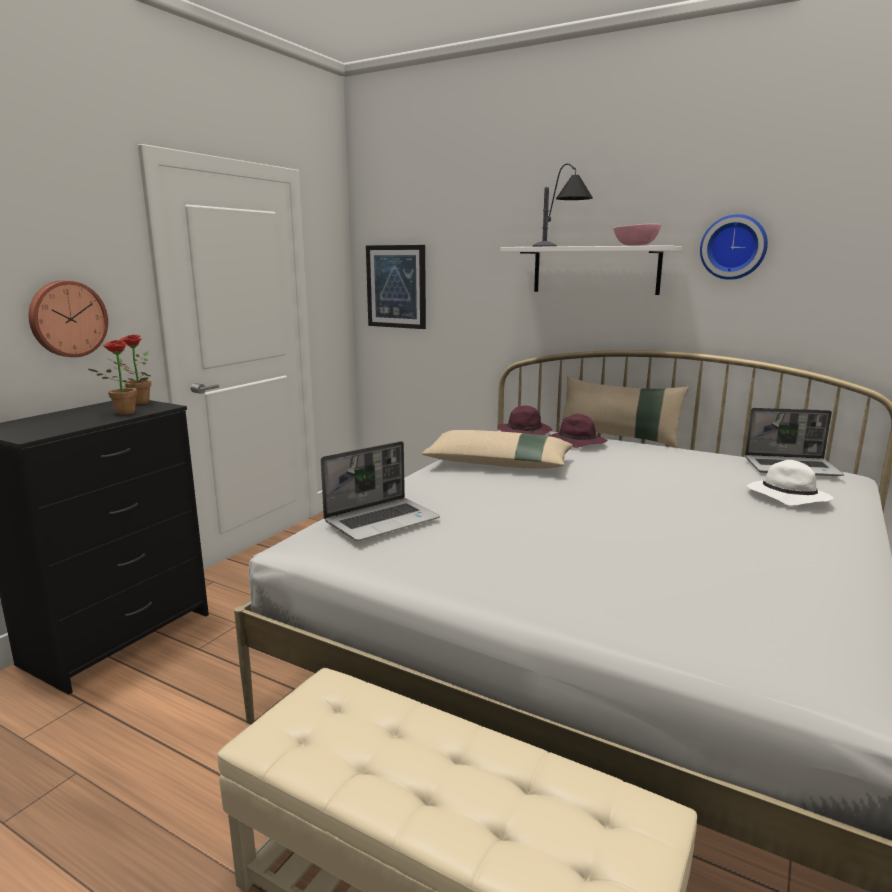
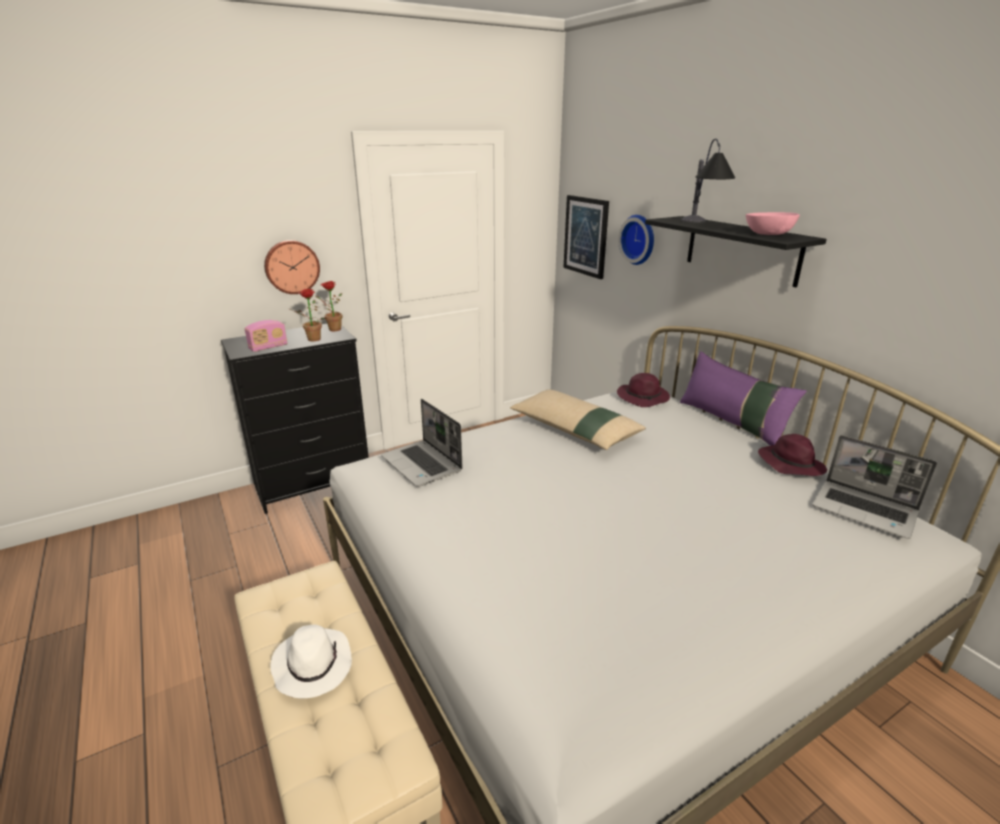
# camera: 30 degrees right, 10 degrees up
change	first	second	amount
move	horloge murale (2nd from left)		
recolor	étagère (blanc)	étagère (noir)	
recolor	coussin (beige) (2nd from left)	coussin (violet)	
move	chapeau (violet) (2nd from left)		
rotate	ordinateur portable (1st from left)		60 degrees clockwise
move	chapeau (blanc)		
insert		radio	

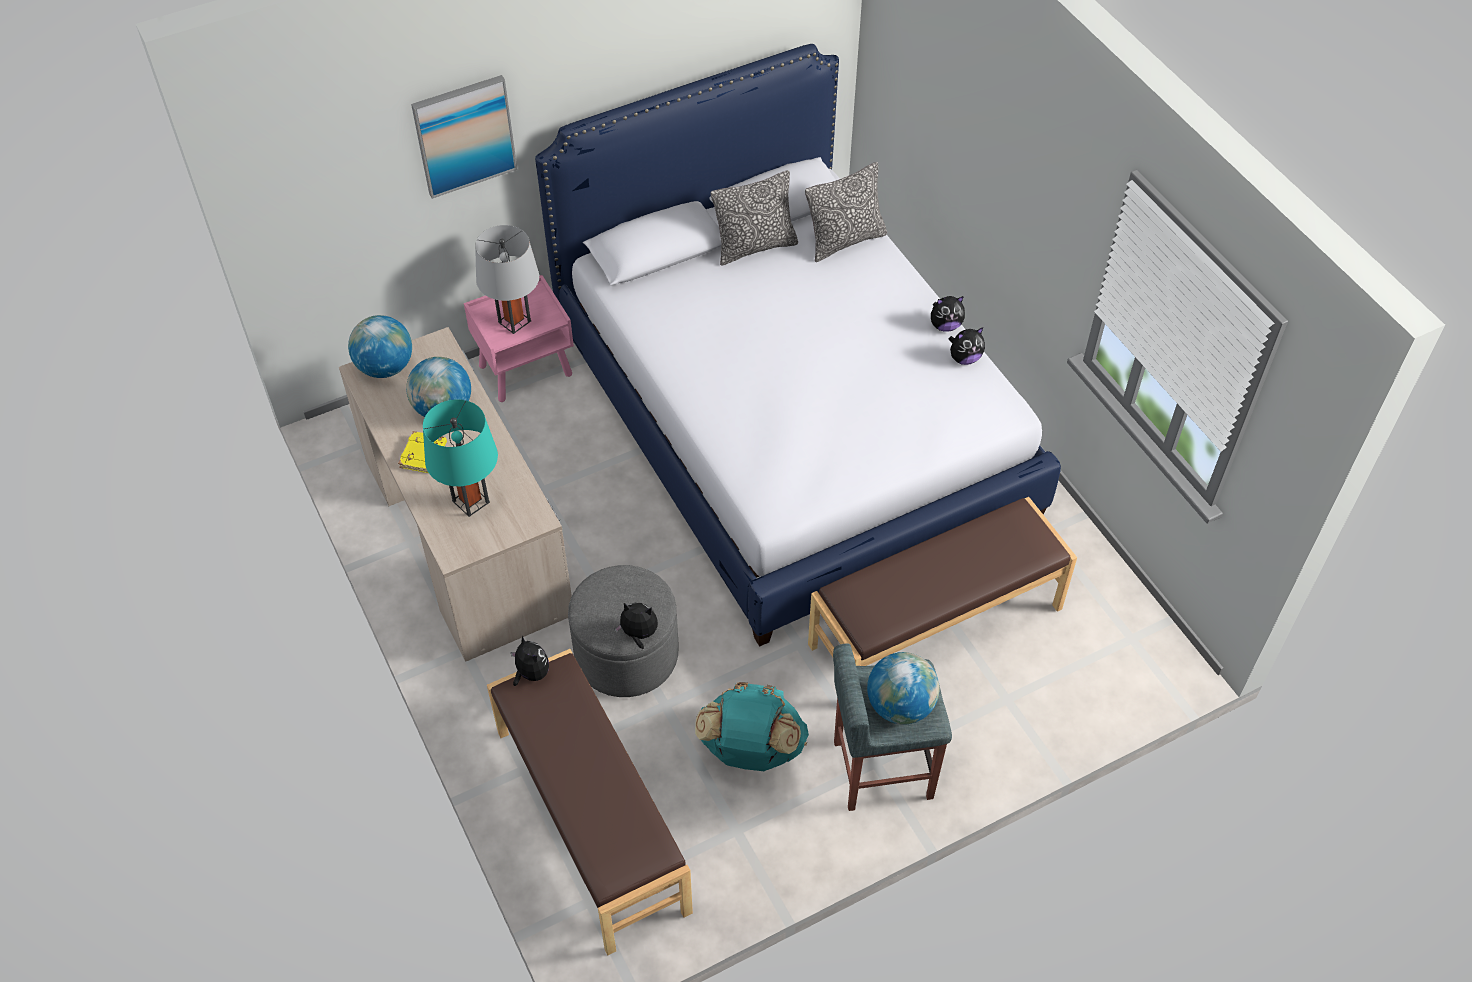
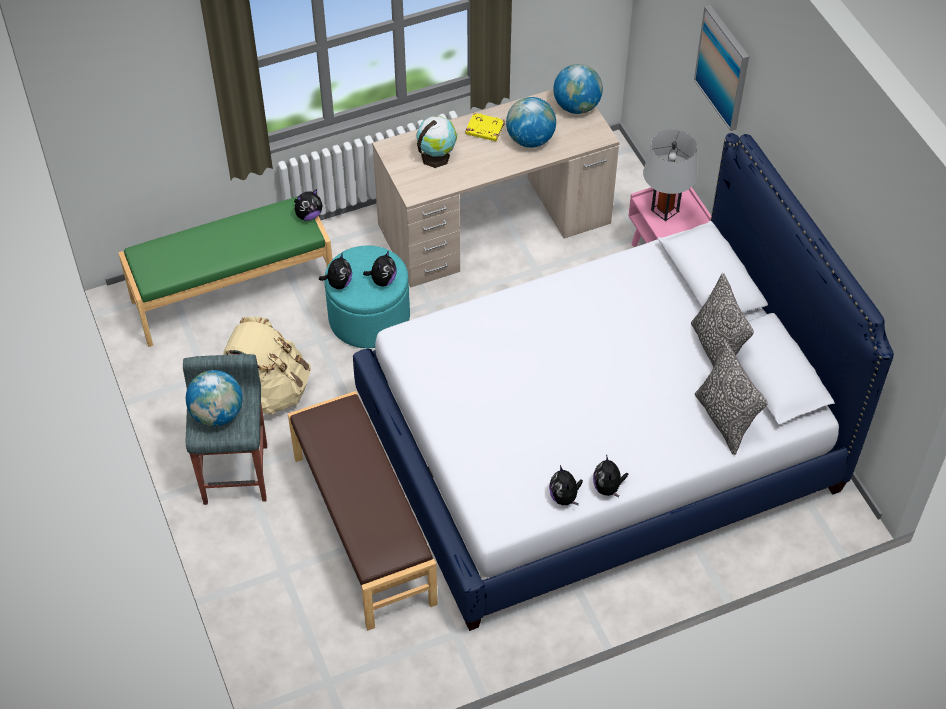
# camera: 95 degrees right, 0 degrees up
change	first	second	amount
replace	lampe de table (turquoise)	globe (2nd from left)	
recolor	pouf (gris)	pouf (turquoise)	
recolor	banc (marron) (1st from left)	banc (vert)	
recolor	sac à dos (turquoise)	sac à dos (beige)	
insert		peluche (3rd from left)	

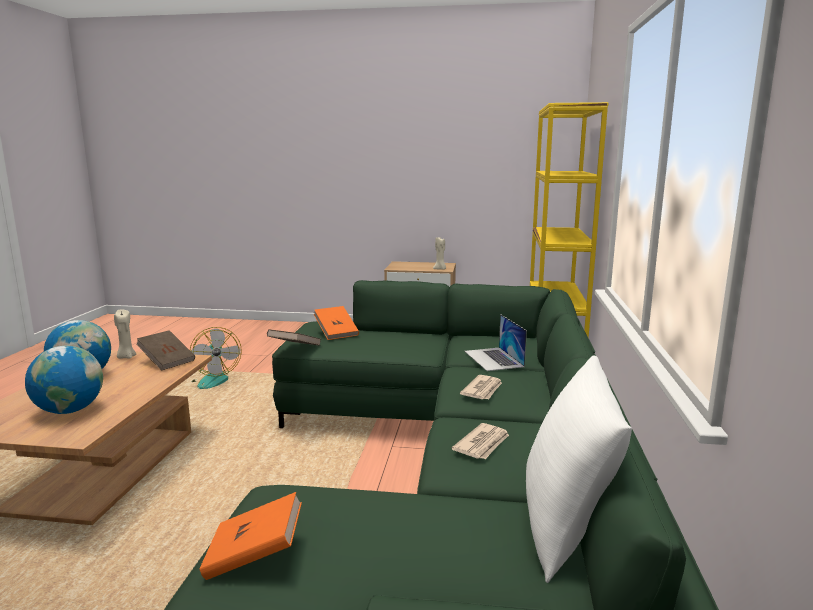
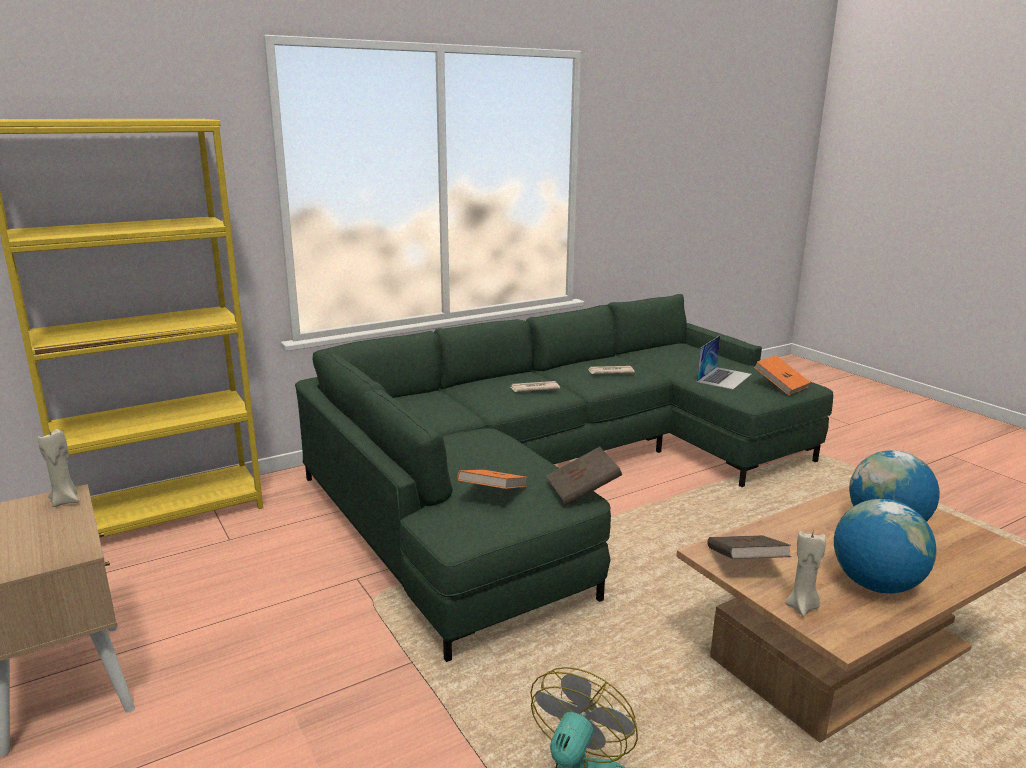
# camera: 130 degrees left, 5 degrees up
change	first	second	amount
move	ordinateur portable		
delete	coussin (blanc)		

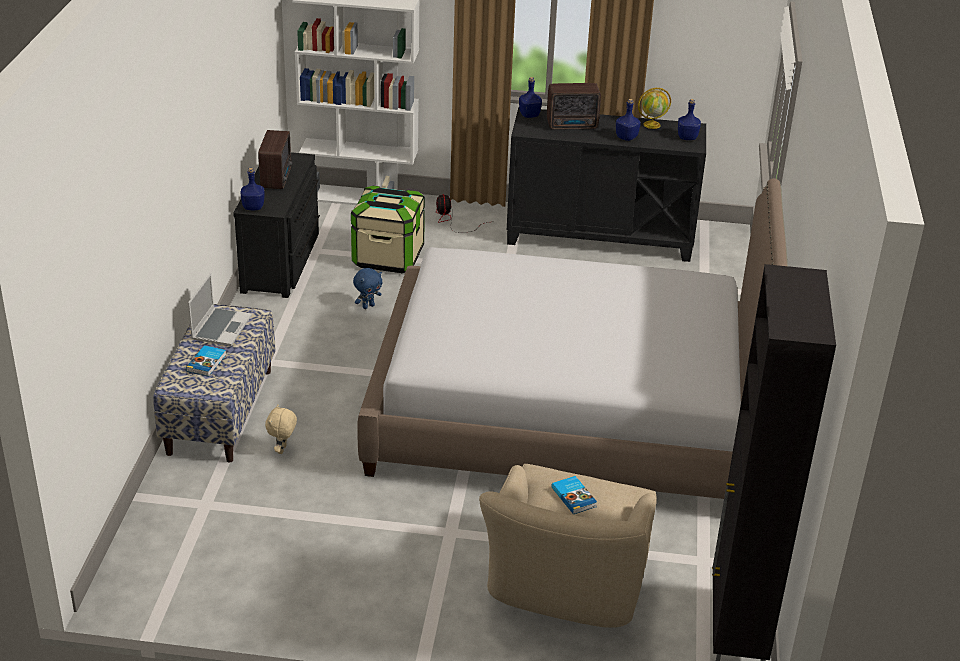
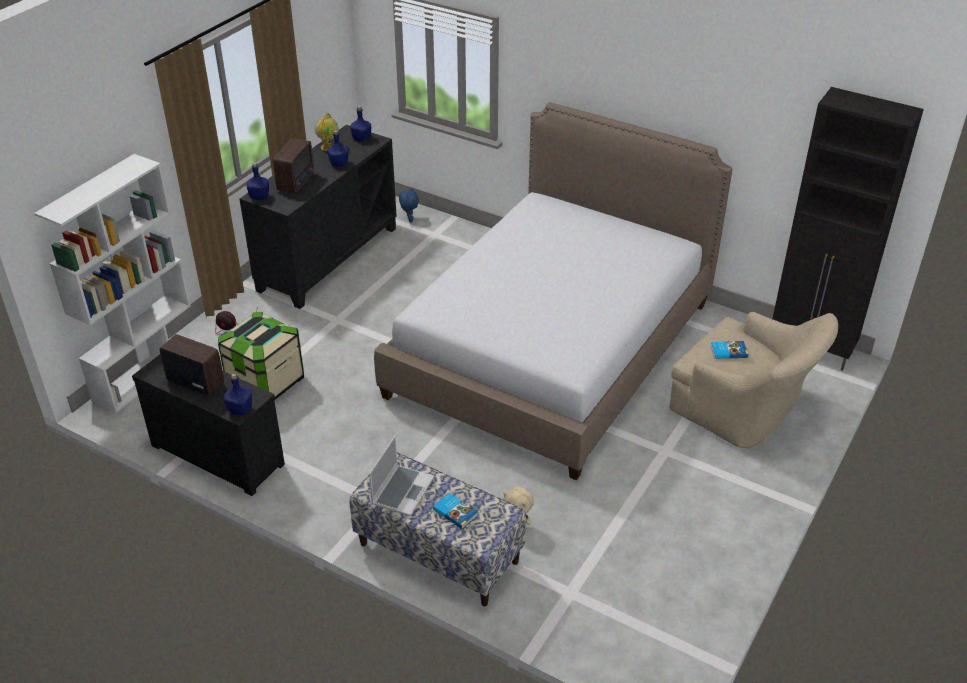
# camera: 65 degrees left, 5 degrees up
change	first	second	amount
move	peluche (bleu)		
rotate	ordinateur portable		75 degrees clockwise

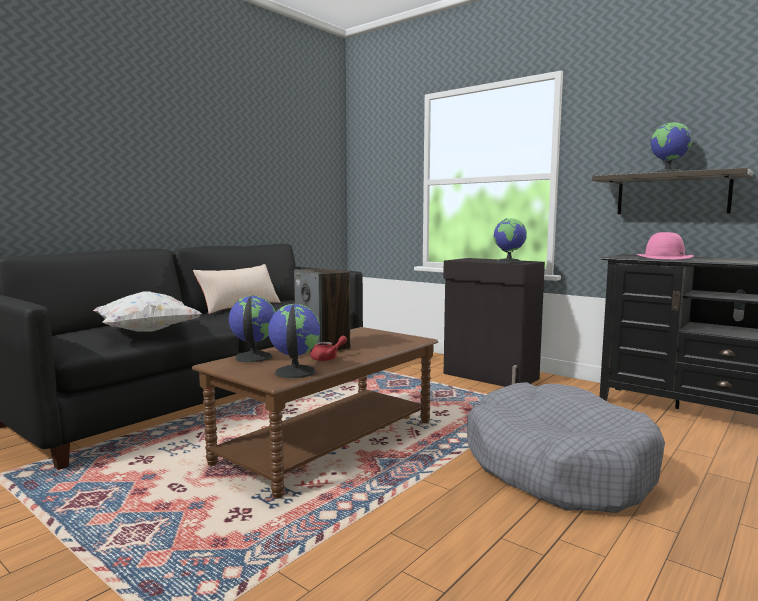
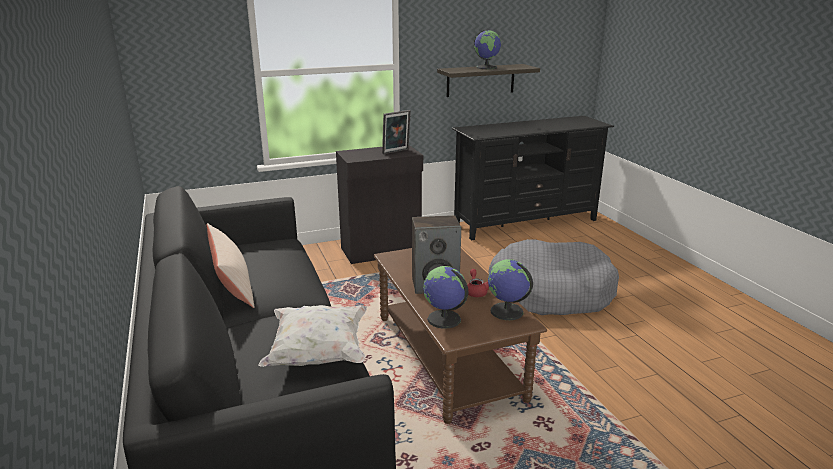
# camera: 60 degrees left, 15 degrees up
change	first	second	amount
replace	globe (3rd from left)	cadre photo	
delete	chapeau (rose)		

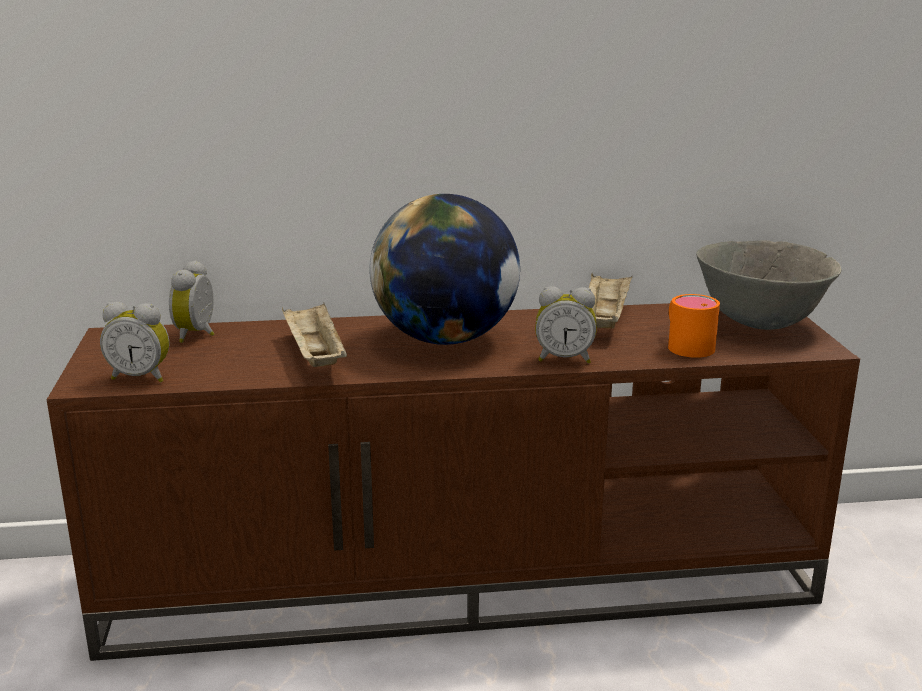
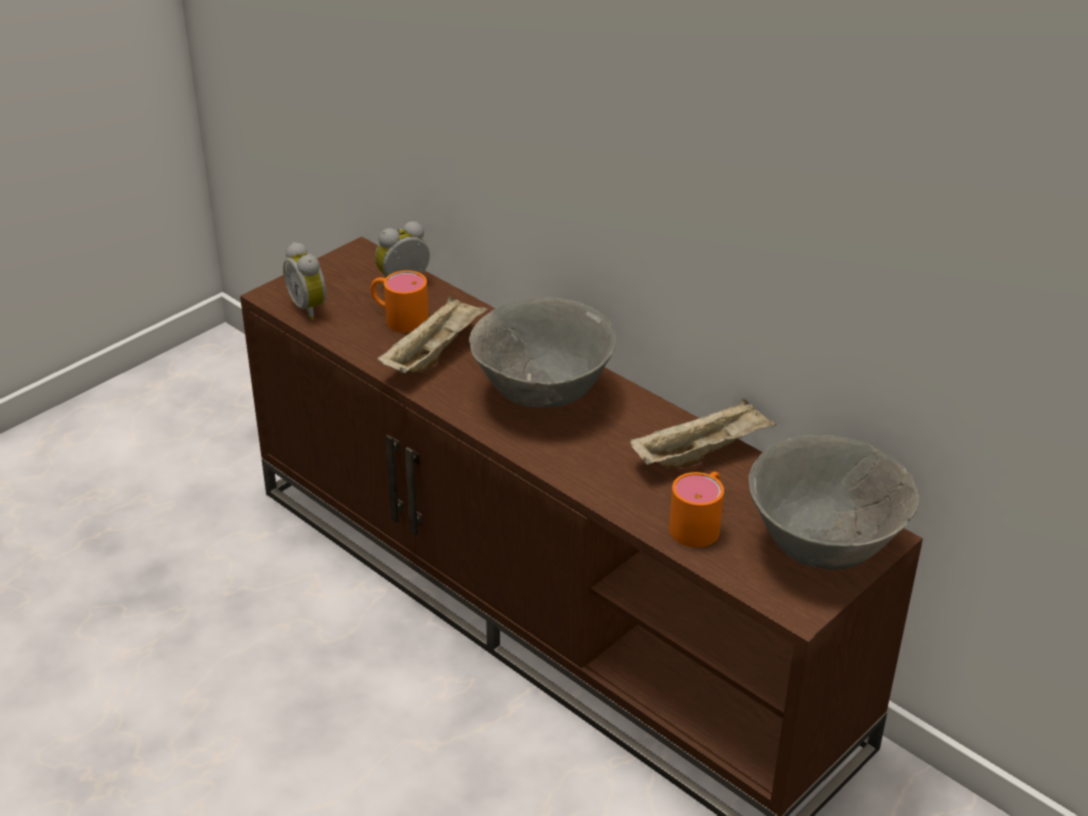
# camera: 50 degrees right, 15 degrees up
change	first	second	amount
replace	globe	bol (gris) (1st from left)	
delete	réveil (3rd from left)		
insert		mug (orange) (1st from left)	

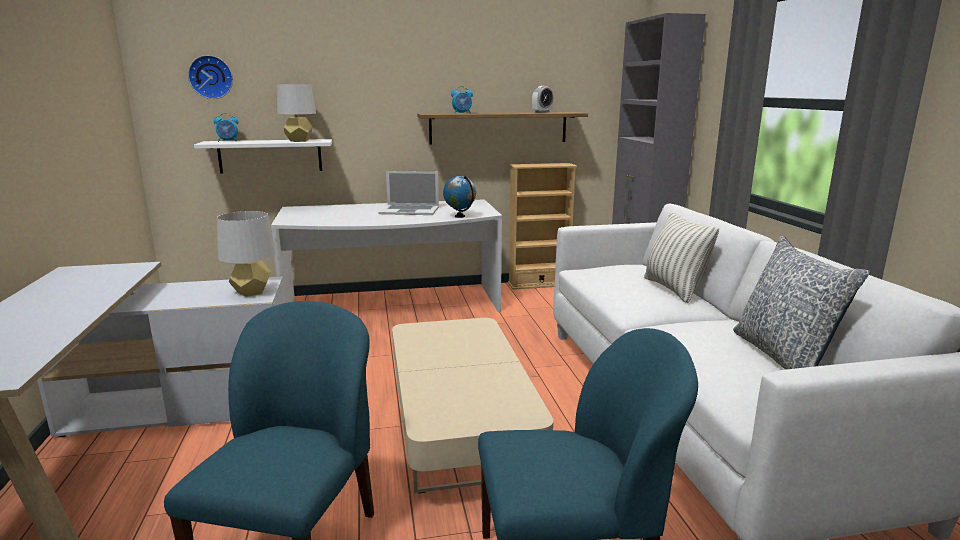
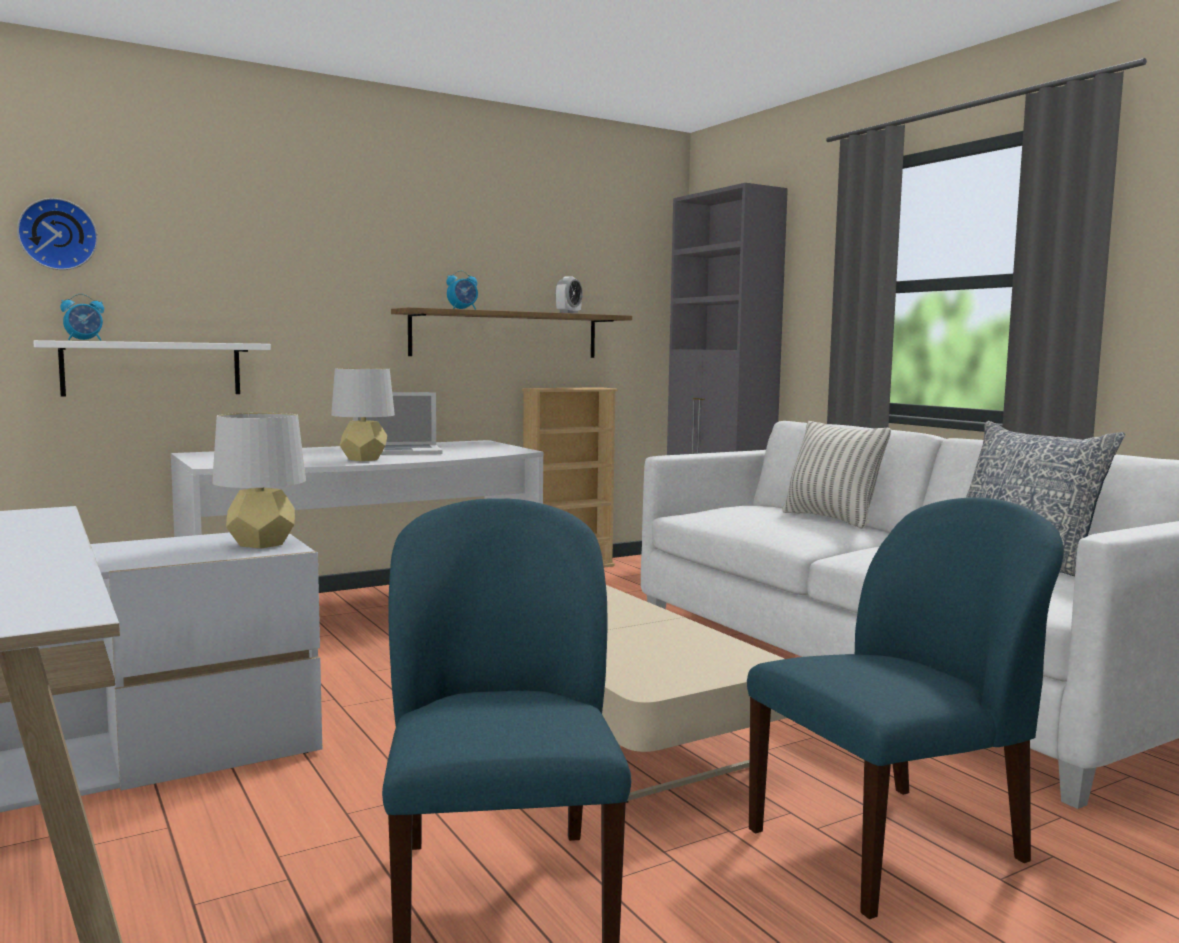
# camera: 20 degrees left, 10 degrees down
change	first	second	amount
move	lampe de table (gris) (2nd from left)		
delete	globe		

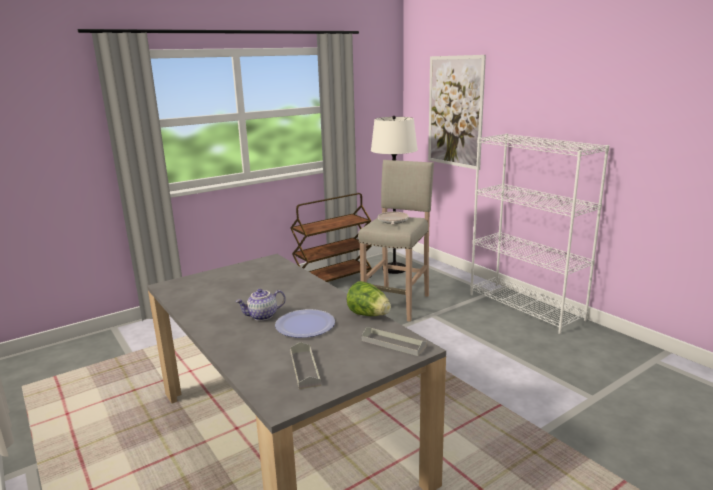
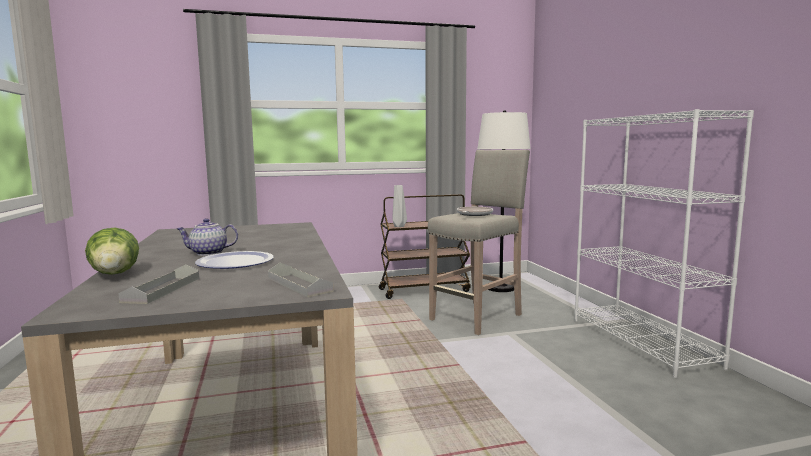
# camera: 20 degrees right, 10 degrees down
change	first	second	amount
delete	tableau		
move	laitue		
insert		vase (gris)	

